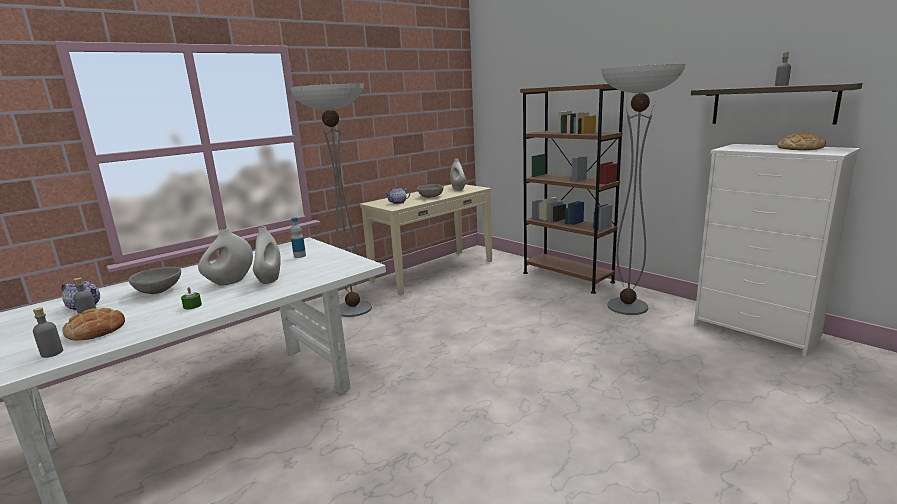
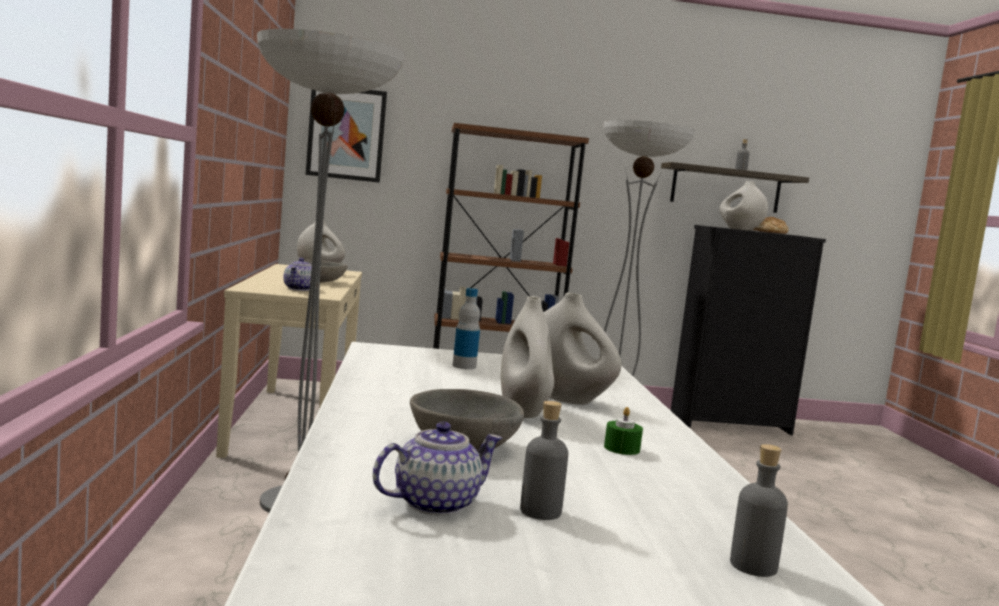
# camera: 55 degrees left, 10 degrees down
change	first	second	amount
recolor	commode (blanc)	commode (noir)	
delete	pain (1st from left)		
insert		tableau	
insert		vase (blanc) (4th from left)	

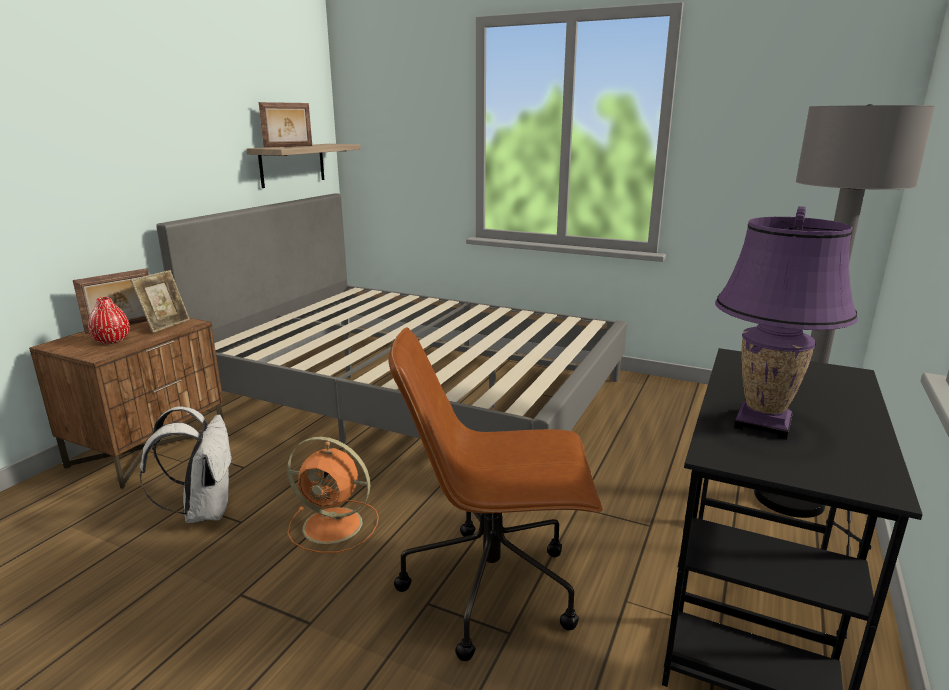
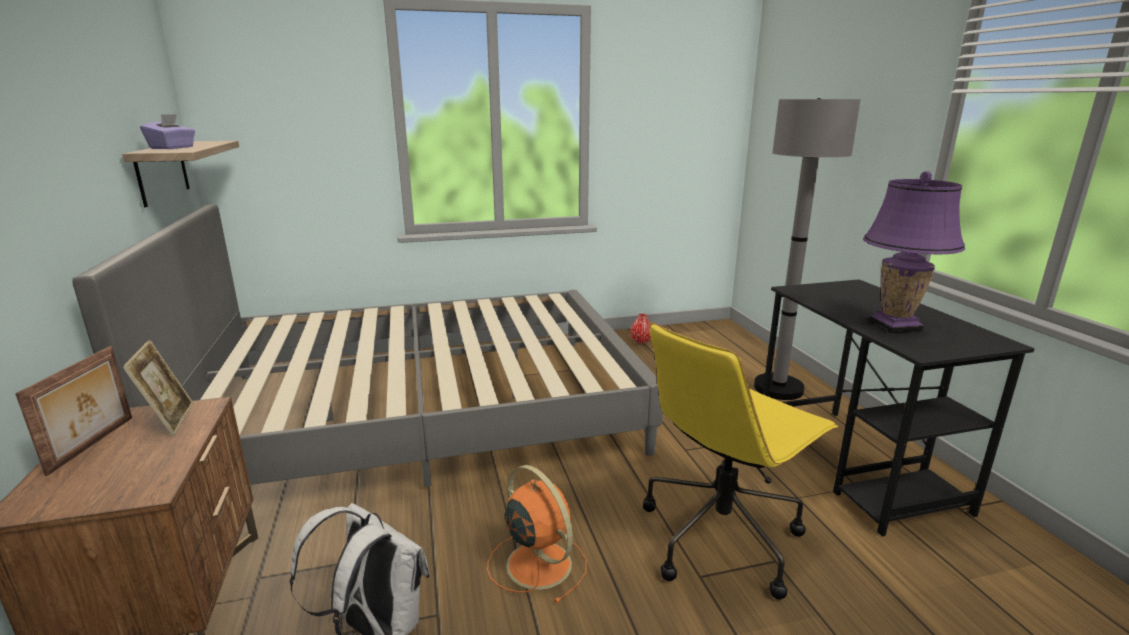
# camera: 40 degrees left, 0 degrees up
change	first	second	amount
replace	cadre photo (3rd from left)	boîte à mouchoirs (violet)	
move	vase (rouge)		
recolor	chaise de bureau (marron)	chaise de bureau (jaune)	
rotate	ventilateur (orange)		105 degrees counterclockwise

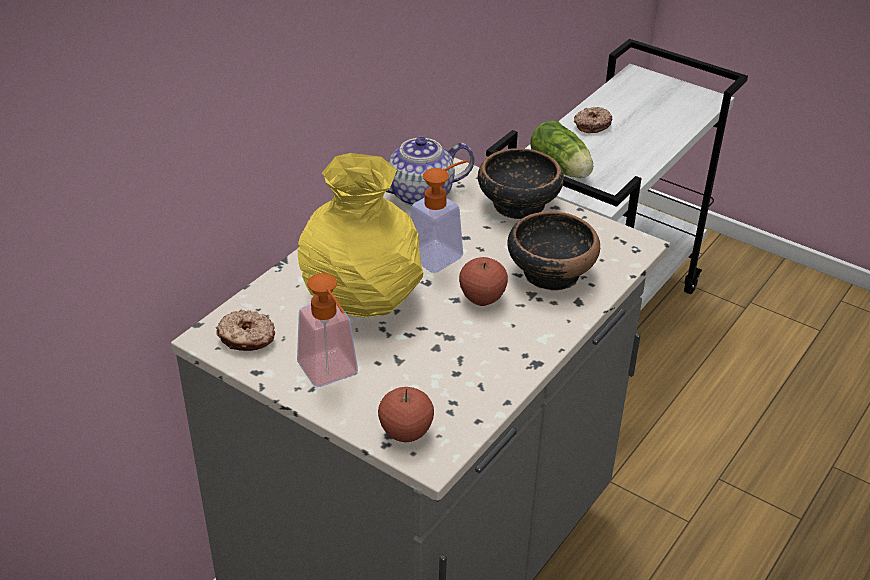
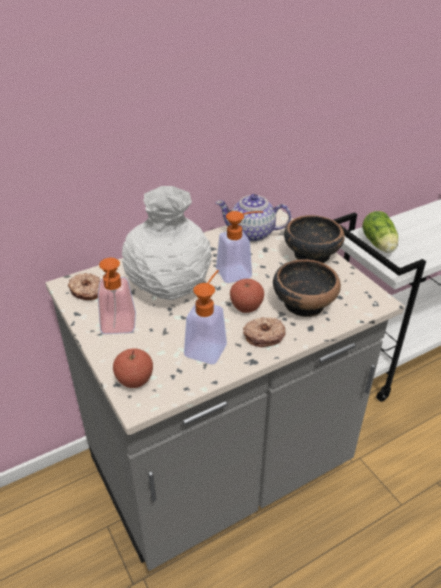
# camera: 25 degrees right, 0 degrees up
change	first	second	amount
move	beignet (2nd from left)		
recolor	vase (jaune)	vase (blanc)	
insert		distributeur de savon (2nd from left)	

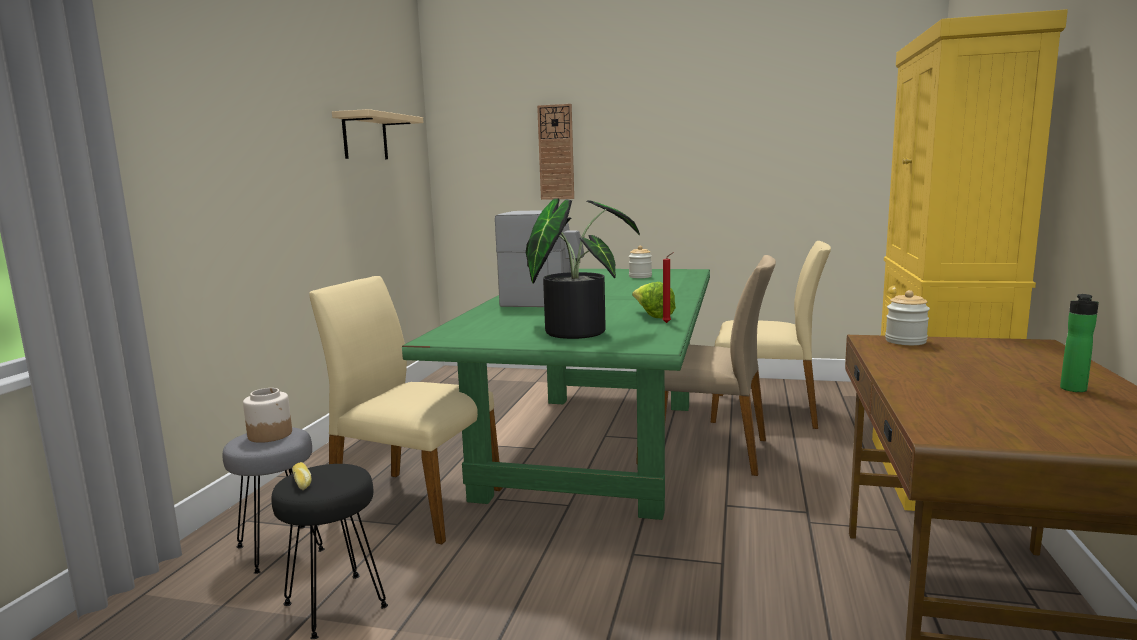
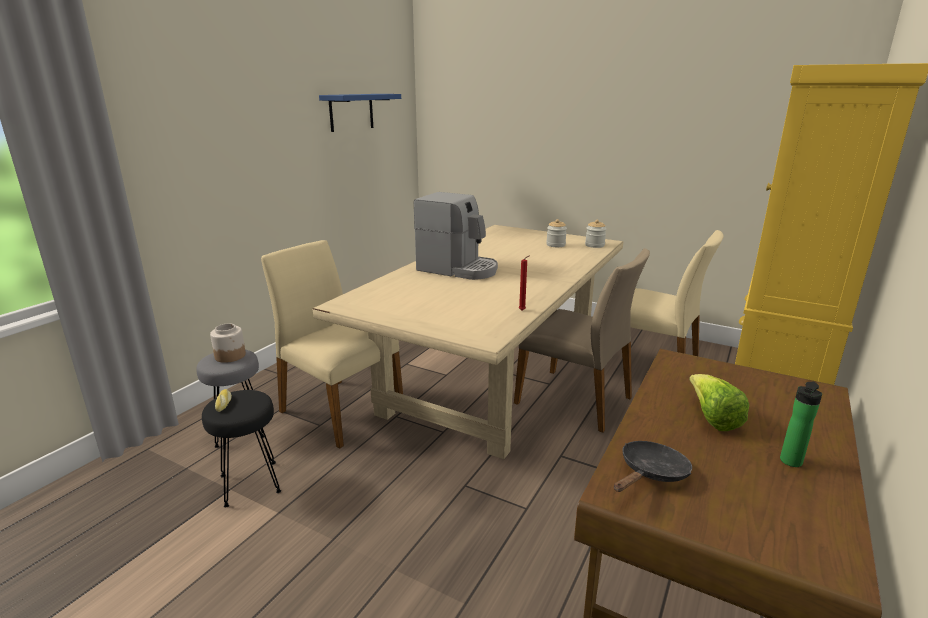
# camera: 15 degrees right, 10 degrees up
change	first	second	amount
delete	horloge murale		
recolor	étagère (beige)	étagère (bleu)	
delete	plante en pot		
recolor	table à manger (vert)	table à manger (beige)	
move	laitue		
move	bocal (3rd from left)		
insert		poêle (noir)	

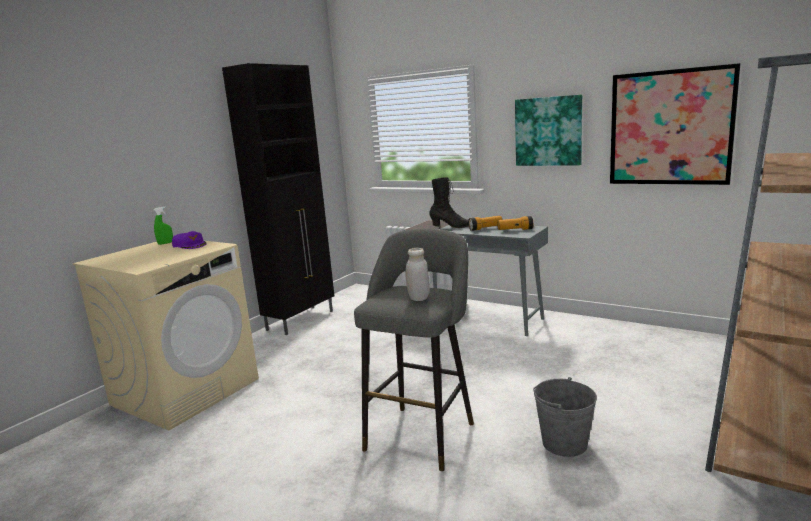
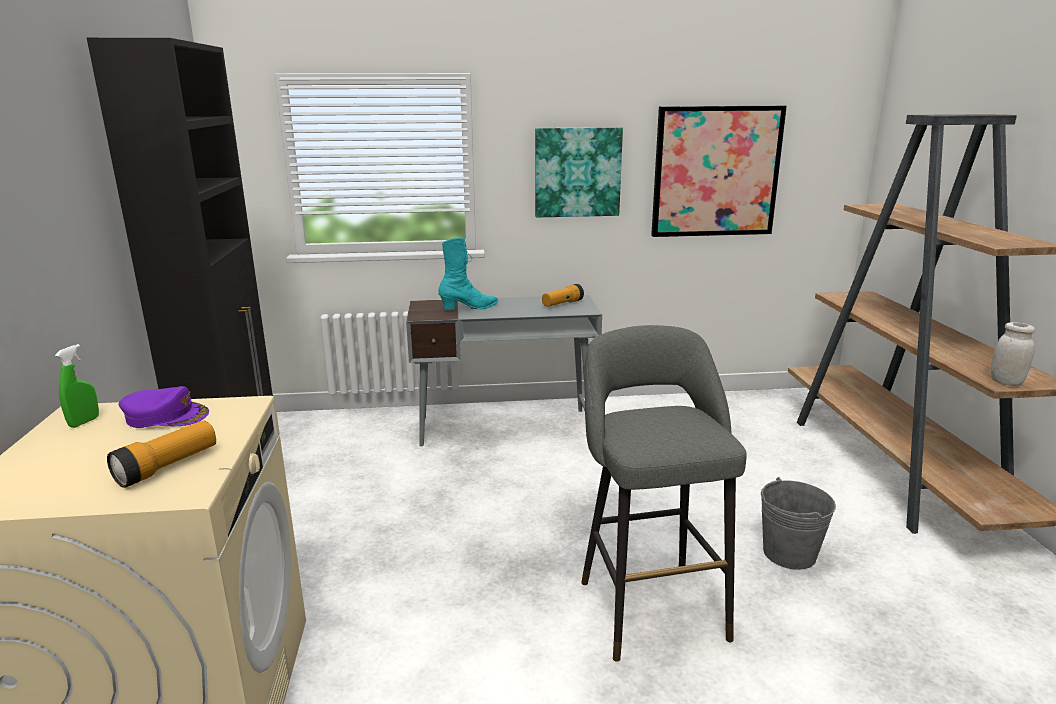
# camera: 40 degrees left, 5 degrees up
change	first	second	amount
recolor	botte (noir)	botte (turquoise)	
move	lampe de poche (1st from left)		
move	bocal (blanc)		

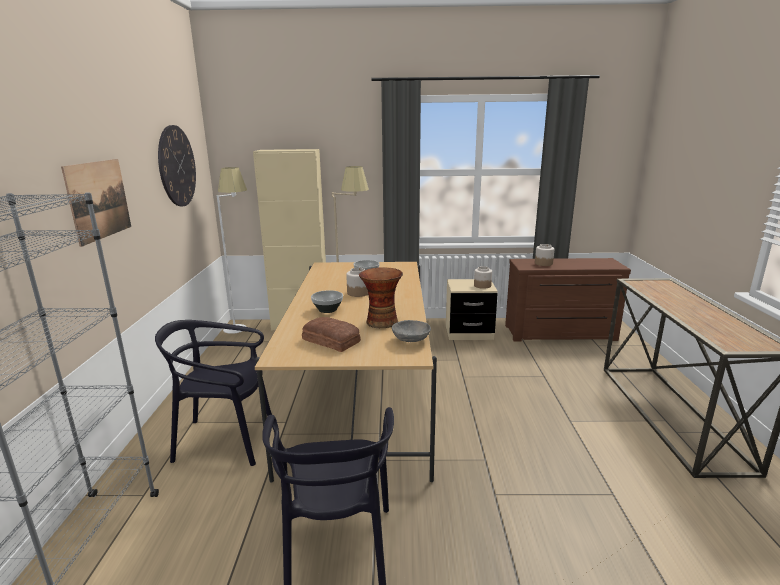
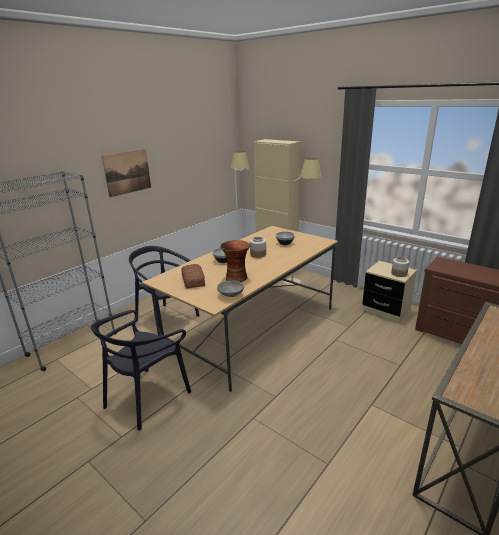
# camera: 40 degrees right, 5 degrees up
change	first	second	amount
delete	horloge murale		
delete	bocal (3rd from left)		

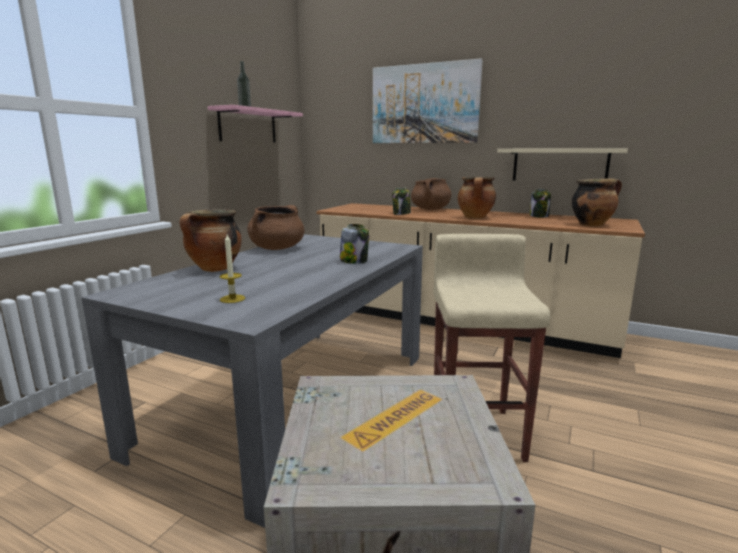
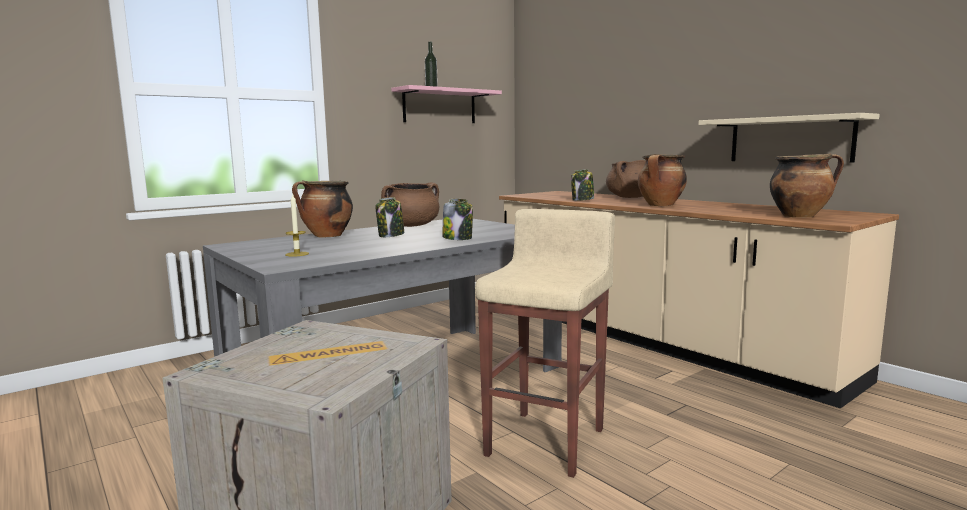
# camera: 25 degrees right, 5 degrees down
change	first	second	amount
delete	tableau		
move	bocal (3rd from left in the first image)	bocal (1st from left)	

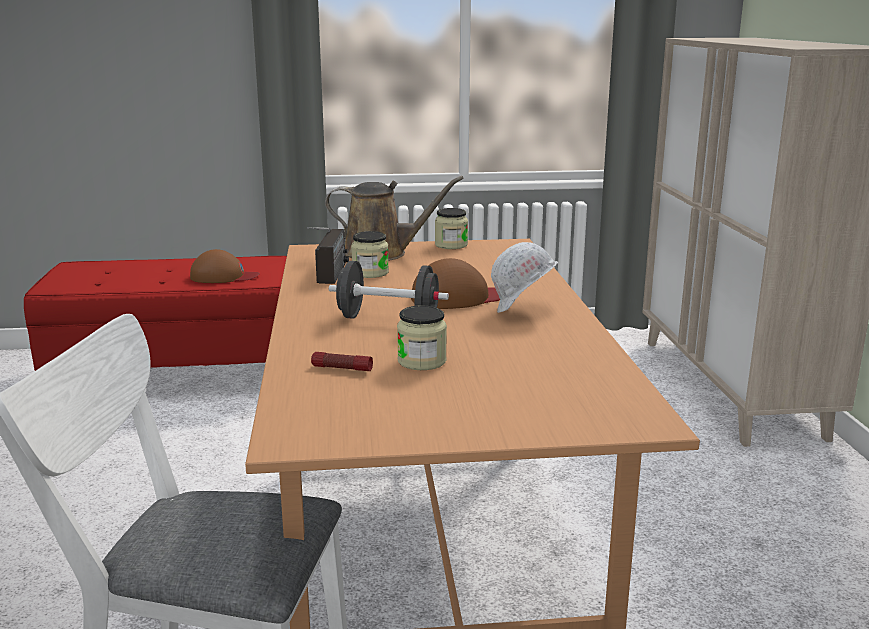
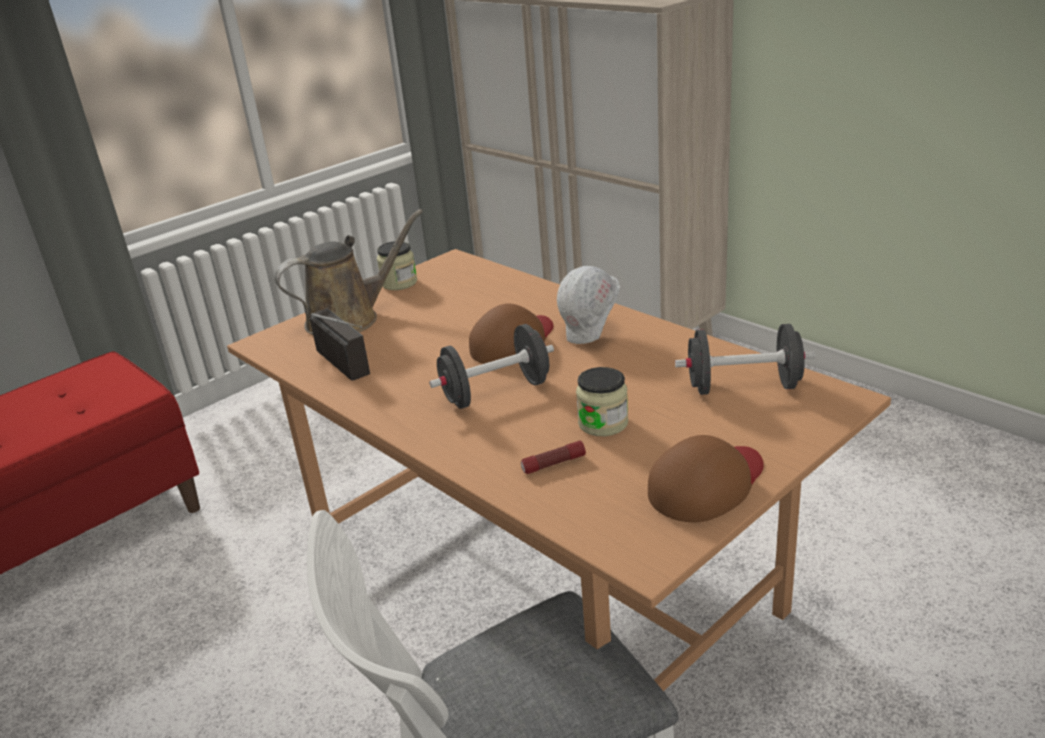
# camera: 35 degrees left, 10 degrees up
change	first	second	amount
delete	bocal (1st from left)		
move	casquette (marron) (1st from left in the first image)	casquette (marron) (2nd from left)	
insert		haltère (noir) (2nd from left)	

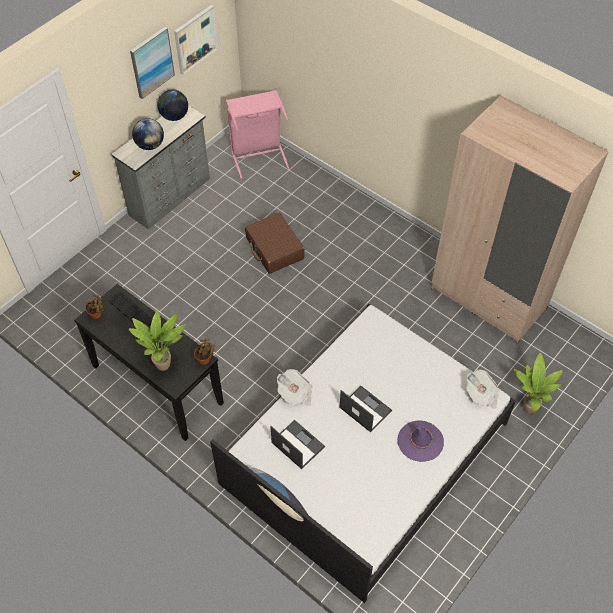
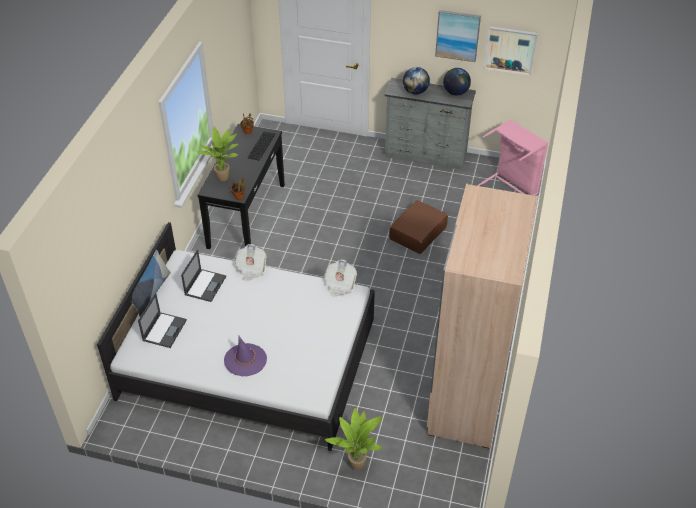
# camera: 65 degrees right, 10 degrees down
change	first	second	amount
move	journal (2nd from left)		
move	ordinateur portable (2nd from left in the first image)	ordinateur portable (1st from left)	

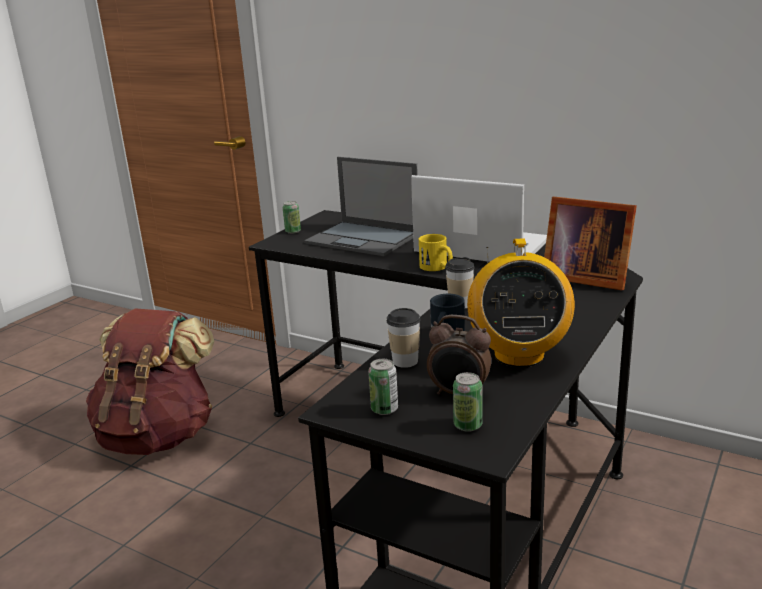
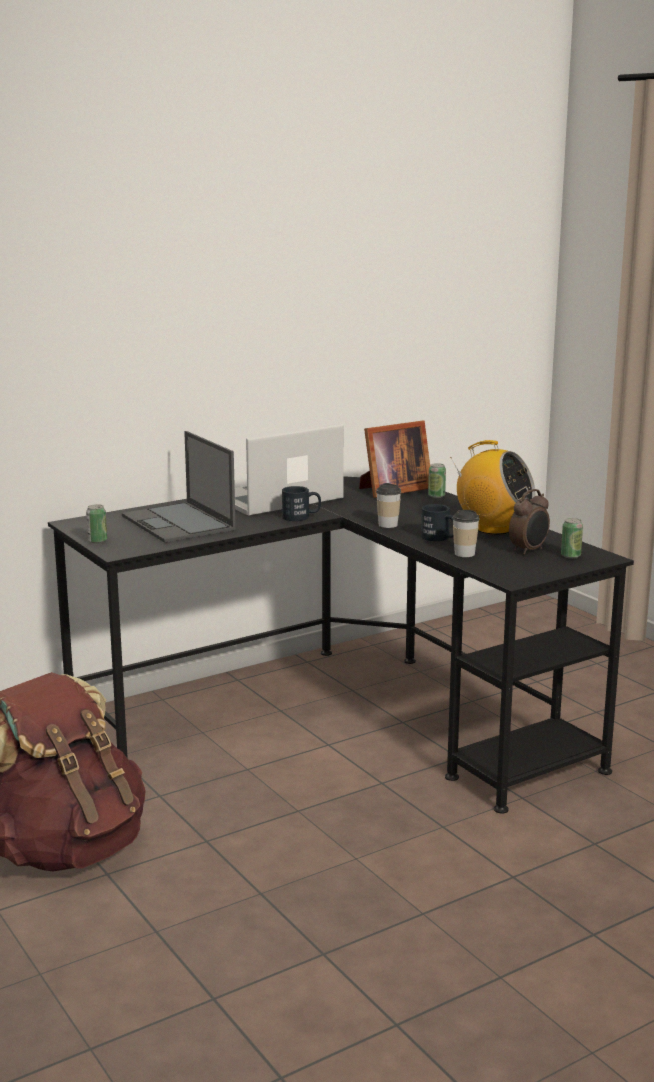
# camera: 65 degrees left, 5 degrees down
change	first	second	amount
rotate	ordinateur portable (1st from left)		90 degrees clockwise
recolor	mug (jaune)	mug (noir) (1st from left)	
move	boîte métallique (2nd from left)		

